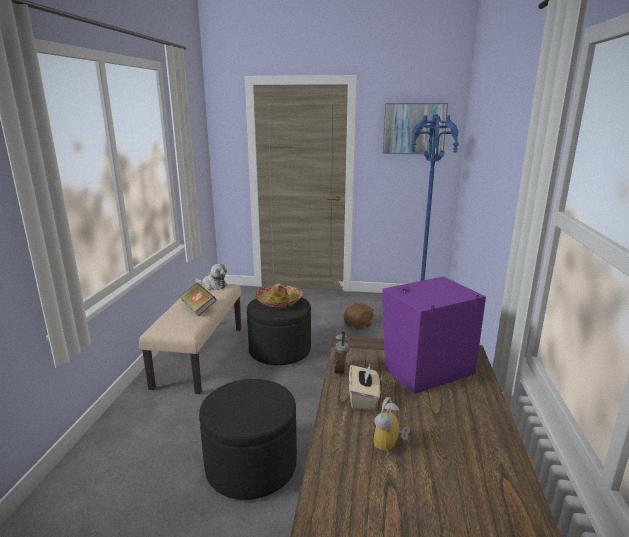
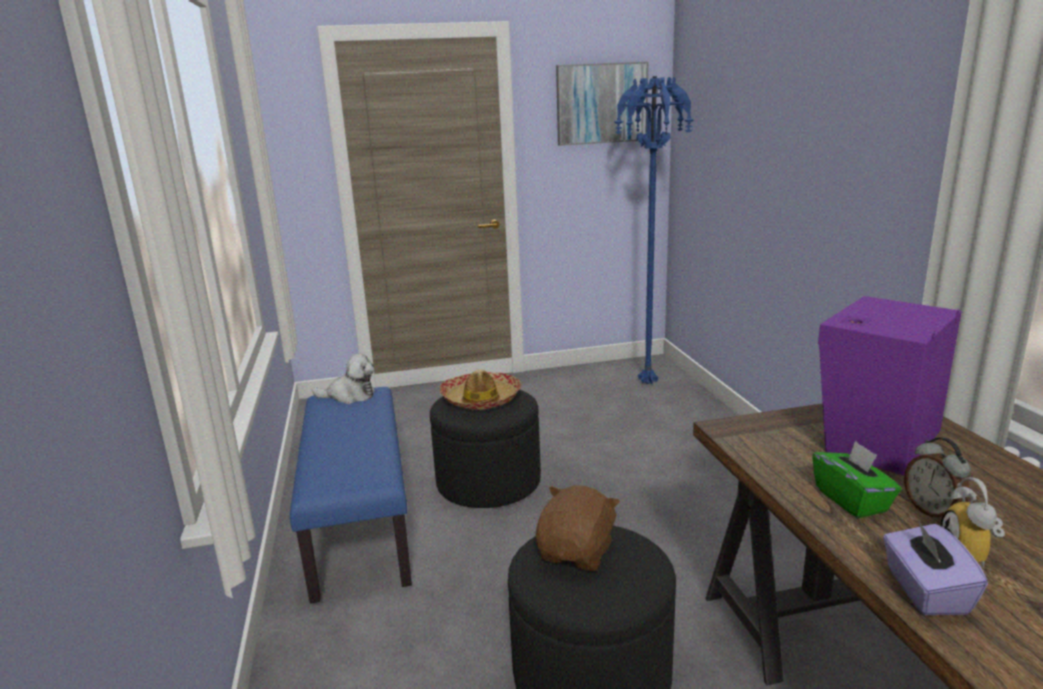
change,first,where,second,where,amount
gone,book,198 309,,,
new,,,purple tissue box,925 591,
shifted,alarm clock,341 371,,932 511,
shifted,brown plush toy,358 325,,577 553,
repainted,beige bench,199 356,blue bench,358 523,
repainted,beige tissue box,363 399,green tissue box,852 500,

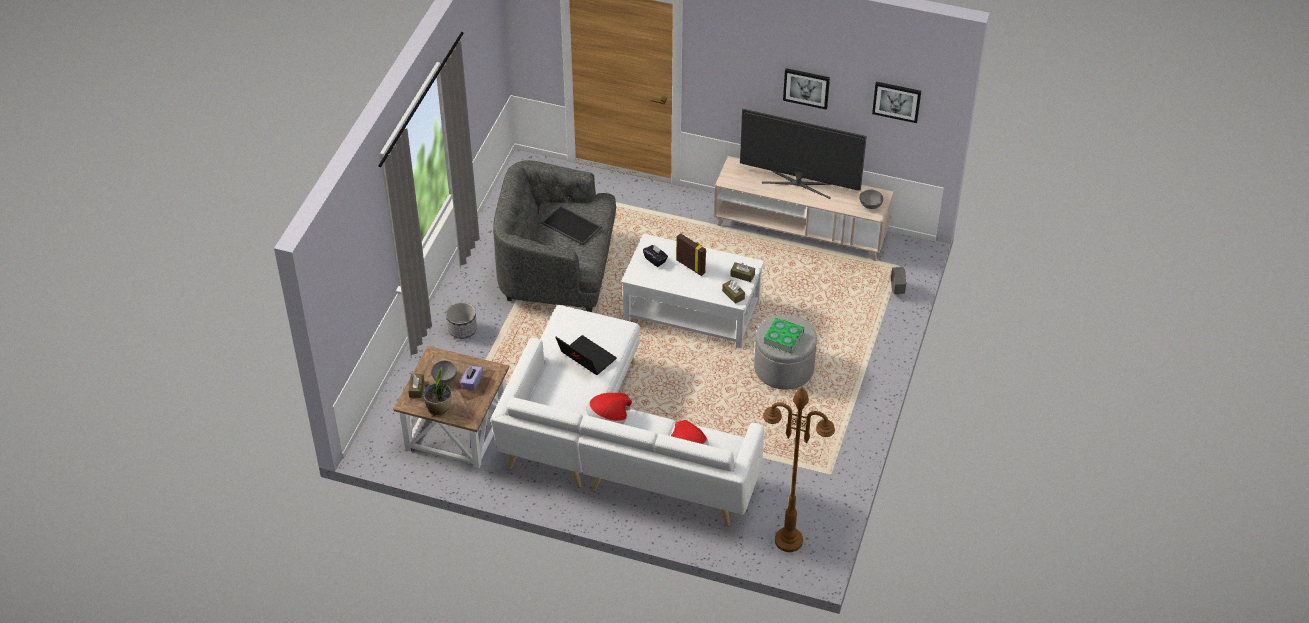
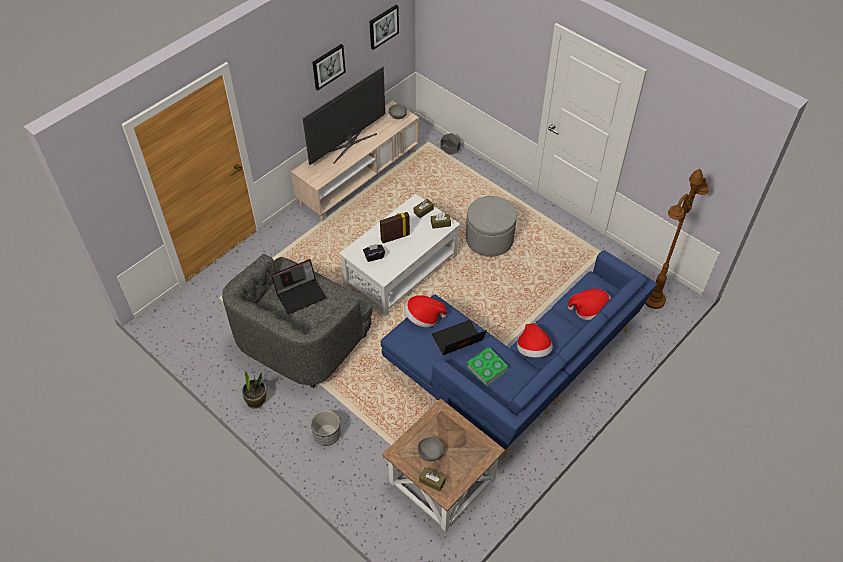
change,first,where,second,where,amount
gone,purple tissue box,472 382,,,
new,,,hat,423 318,
shifted,potted plant,439 408,,256 400,
shifted,book,783 338,,487 368,
swapped,tray,572 225,laptop,301 294,
repainted,white sofa,612 447,blue sofa,515 373,

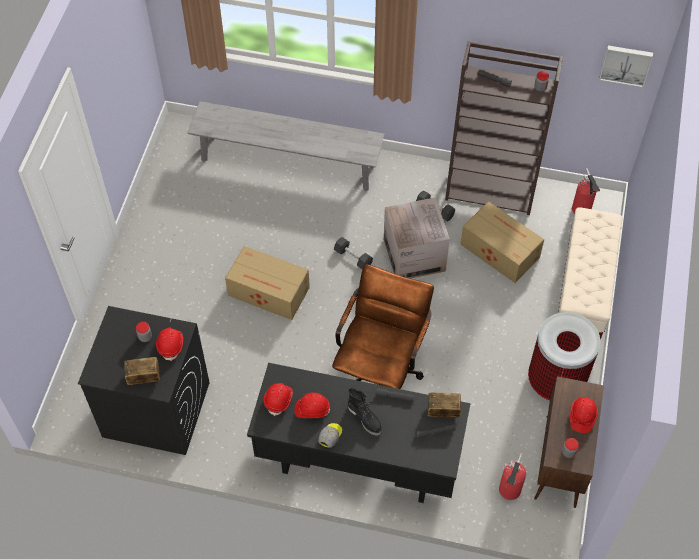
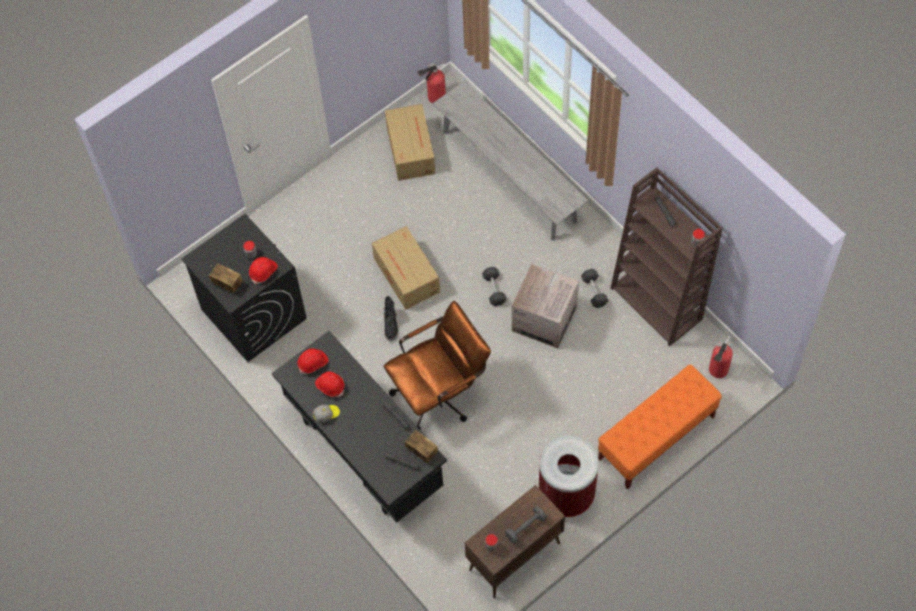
change,first,where,second,where,amount
gone,picture,626 64,,,
shifted,black boot,365 418,,391 325,
shifted,cardboard box,499 250,,411 149,
shifted,fire extinguisher,508 491,,434 97,
swapped,red hard hat,582 417,grey dumbbell,525 527,
repainted,beige bench,583 290,orange bench,656 438,

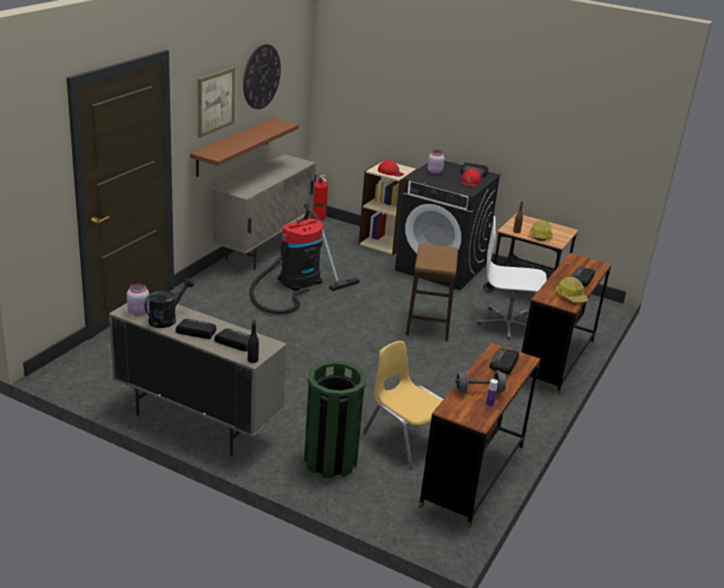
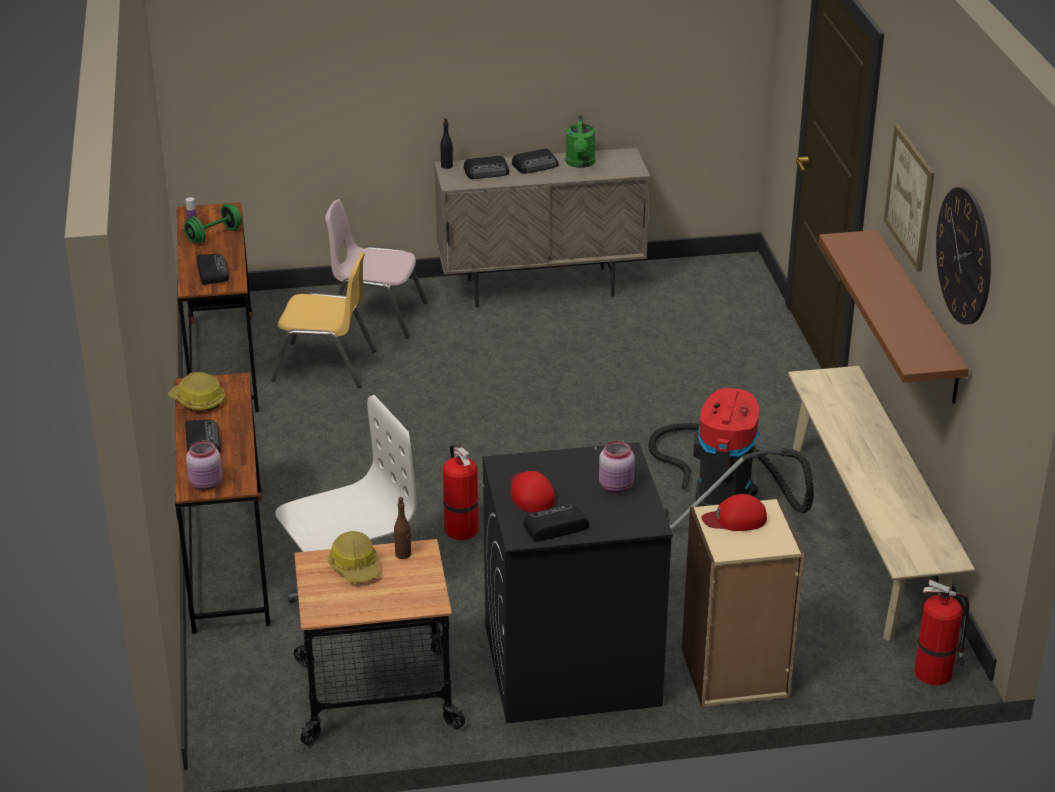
change,first,where,second,where,amount
shifted,pink jar,138 312,,207 484,
swapped,beige cabinet,264 250,beige bench,866 535,
swapped,green trash can,330 460,pink chair,376 315,
swapped,stool,428 324,fire extinguisher,460 528,
repainted,black watering can,166 319,green watering can,580 163,
repainted,grey dumbbell,479 391,green dumbbell,214 235,

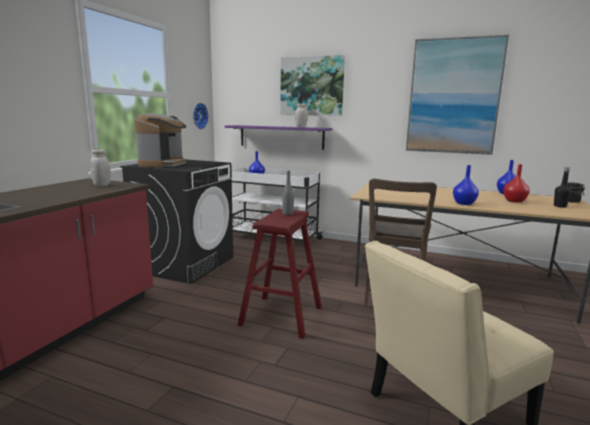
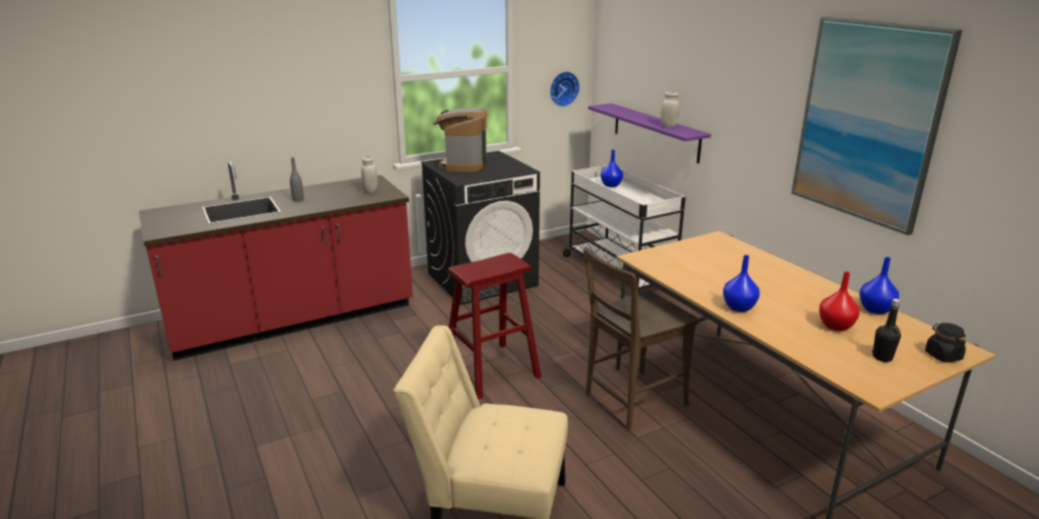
change,first,where,second,where,amount
gone,picture,311 86,,,
shifted,grey bottle,287 214,,298 200,
rotated,coffee machine,163 164,,463 165,135 degrees clockwise

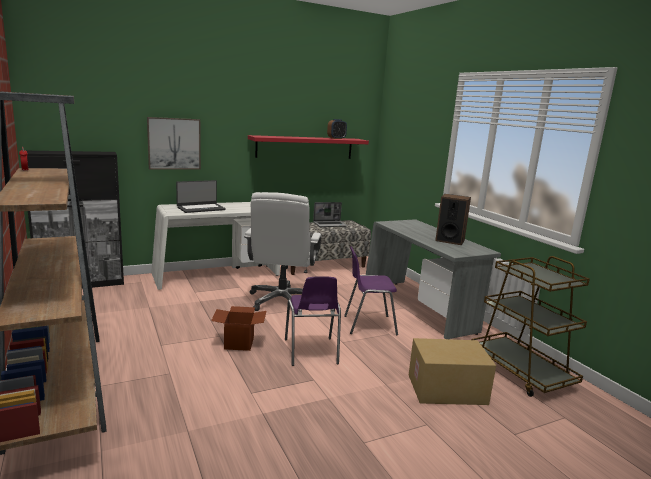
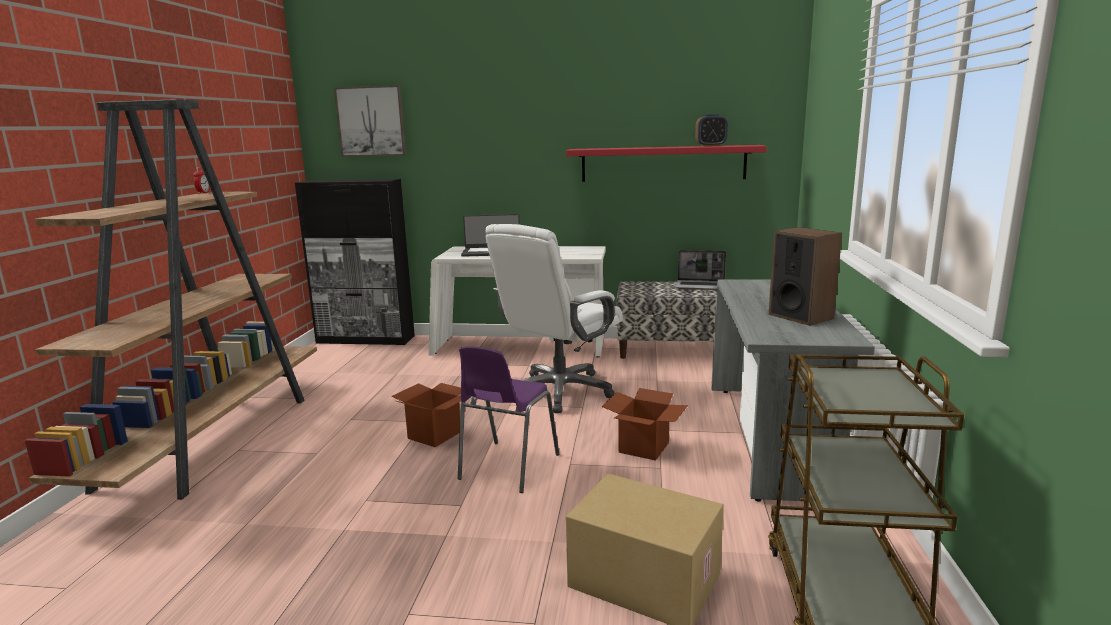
change,first,where,second,where,amount
shifted,picture,174 143,,371 121,
swapped,purple chair,368 325,cardboard box,643 447,

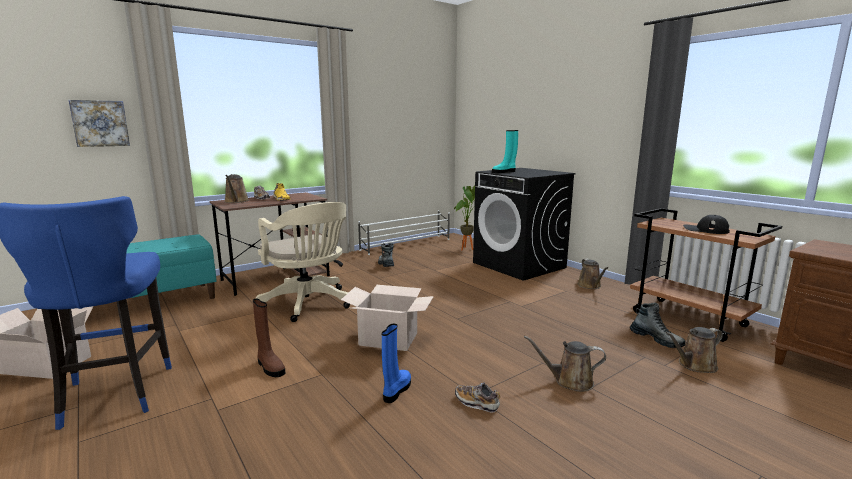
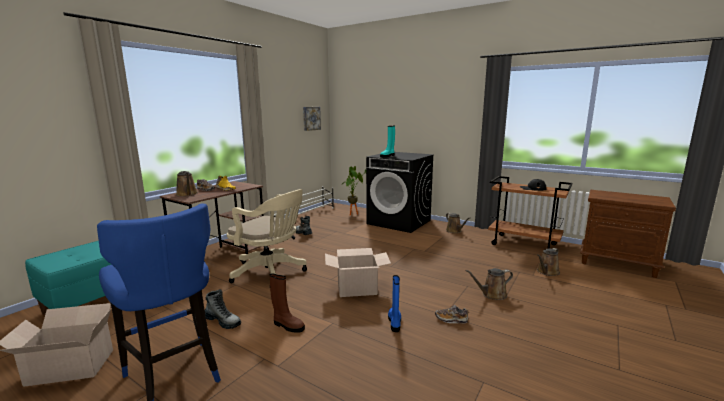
change,first,where,second,where,amount
shifted,picture,100 123,,311 118,
shifted,boot,656 339,,223 321,

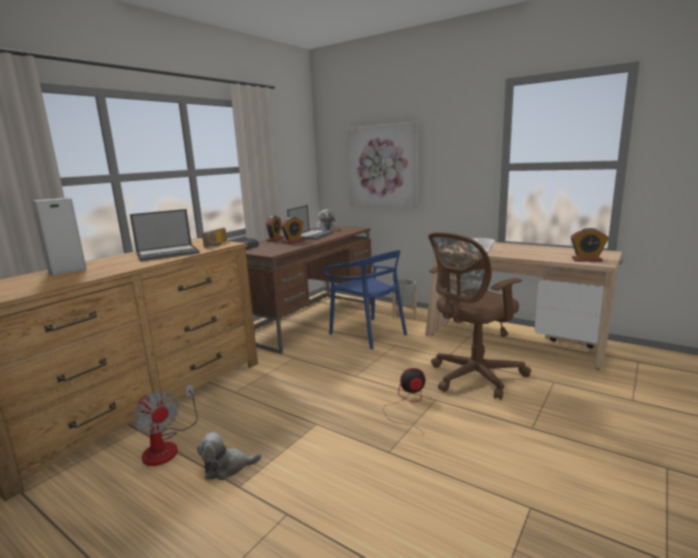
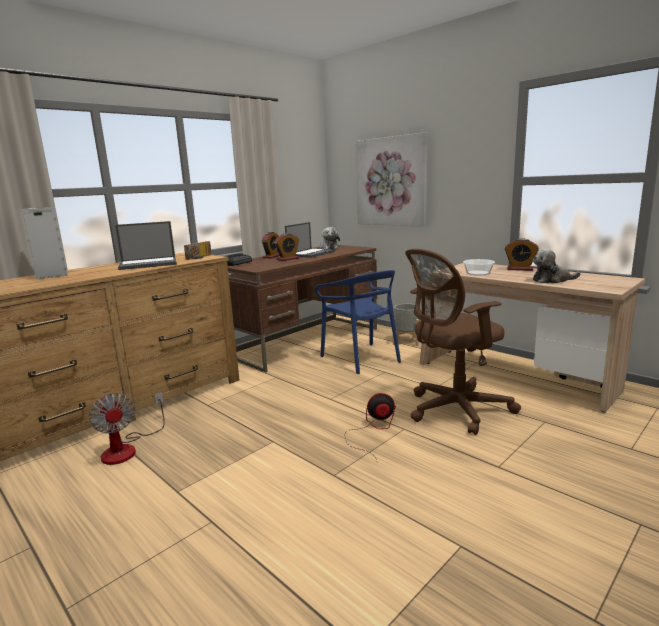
change,first,where,second,where,amount
shifted,plush toy,227 467,,552 280,
shifted,alarm clock,586 260,,520 269,

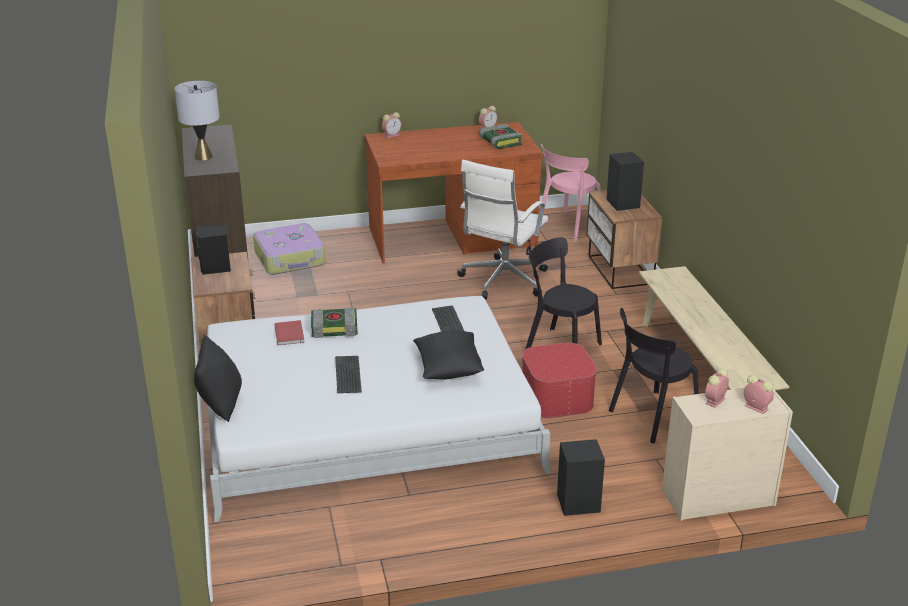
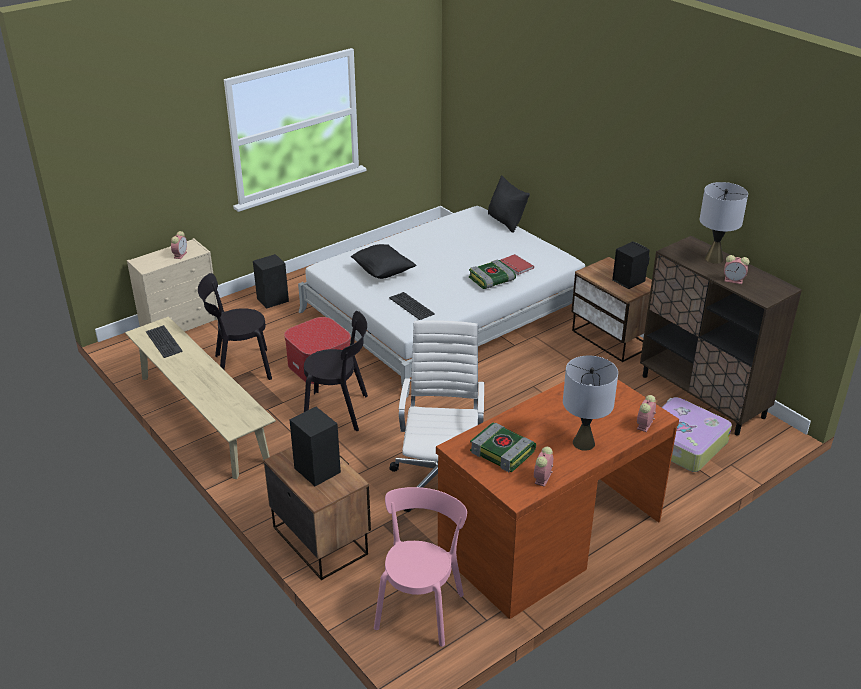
change,first,where,second,where,amount
new,,,grey table lamp,583 443,
shifted,keyboard,348 375,,163 342,
shifted,alarm clock,755 407,,734 280,
rotated,black chair,650 418,,239 367,135 degrees counterclockwise

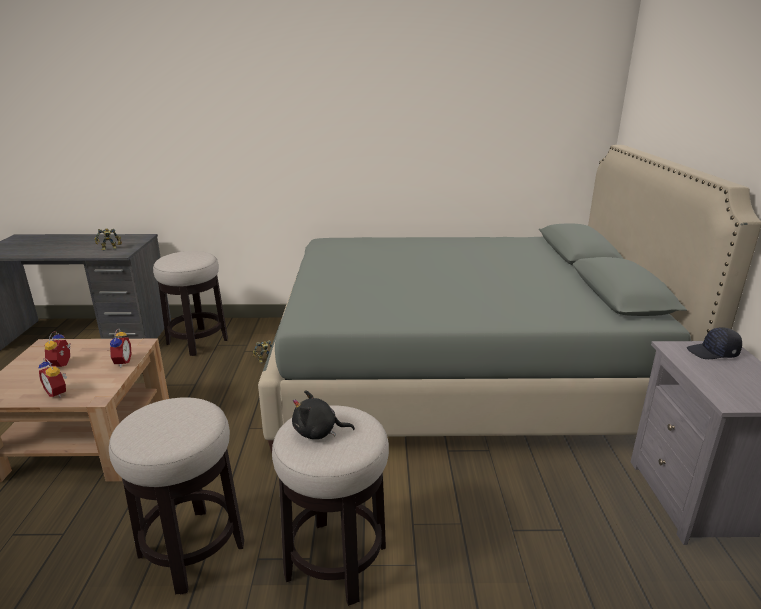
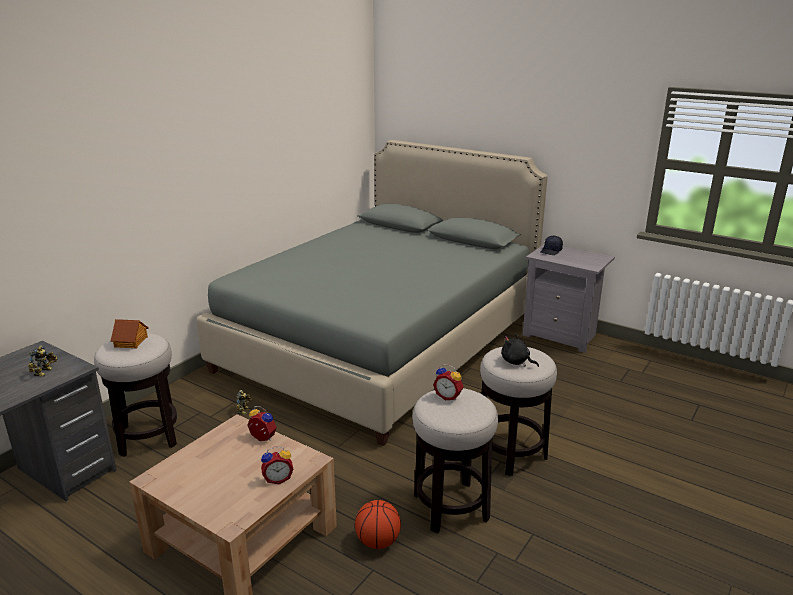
change,first,where,second,where,amount
new,,,toy house,131 342,
new,,,basketball,378 542,
shifted,alarm clock,63 365,,448 396,
rotated,black plush toy,318 432,,516 362,90 degrees clockwise

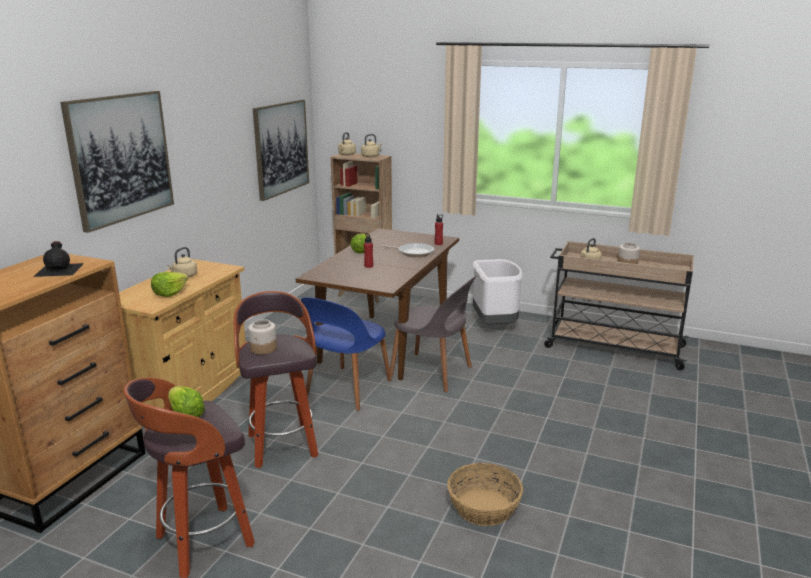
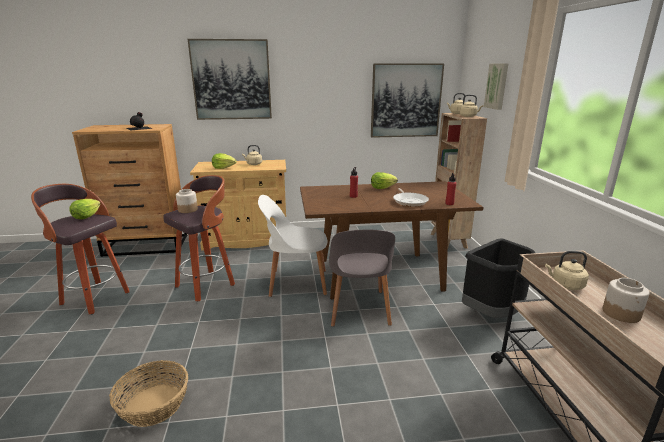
change,first,where,second,where,amount
new,,,picture,497 86,
repainted,blue chair,347 389,white chair,296 282,
repainted,white trash can,494 325,black trash can,493 314,

